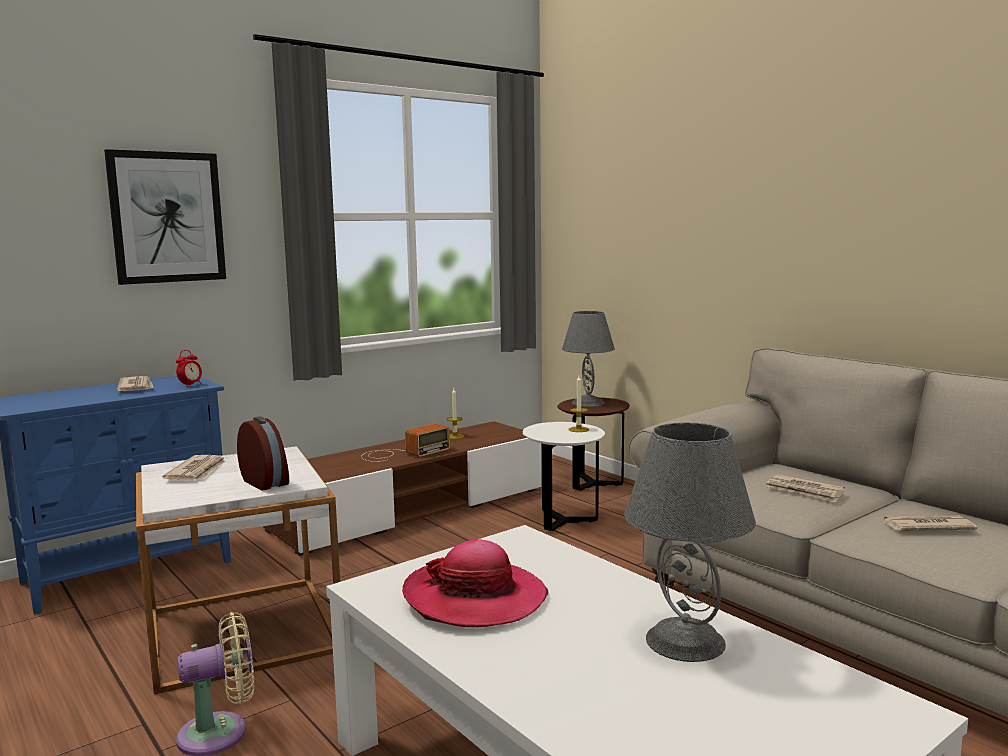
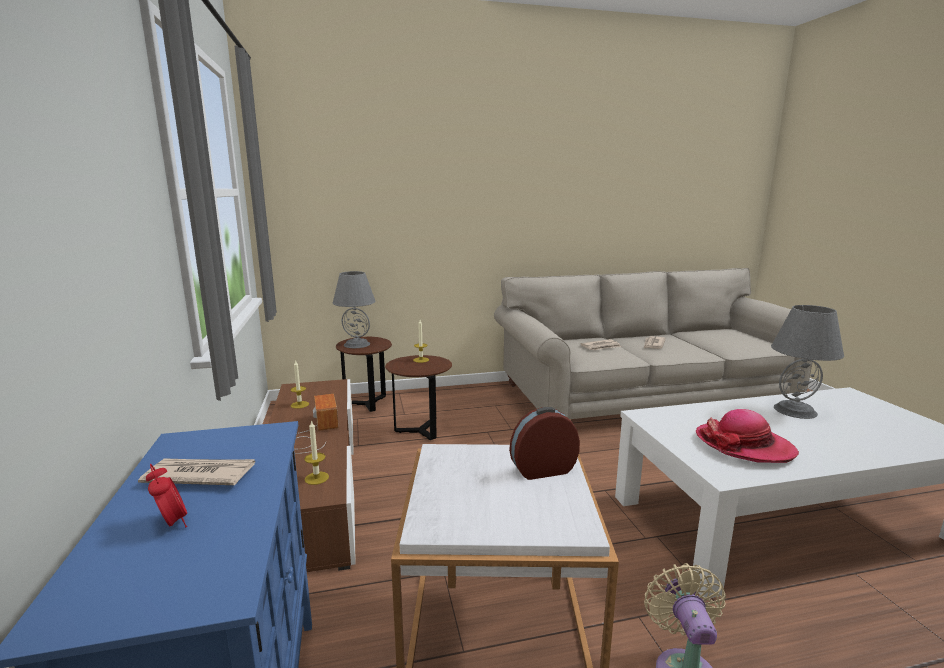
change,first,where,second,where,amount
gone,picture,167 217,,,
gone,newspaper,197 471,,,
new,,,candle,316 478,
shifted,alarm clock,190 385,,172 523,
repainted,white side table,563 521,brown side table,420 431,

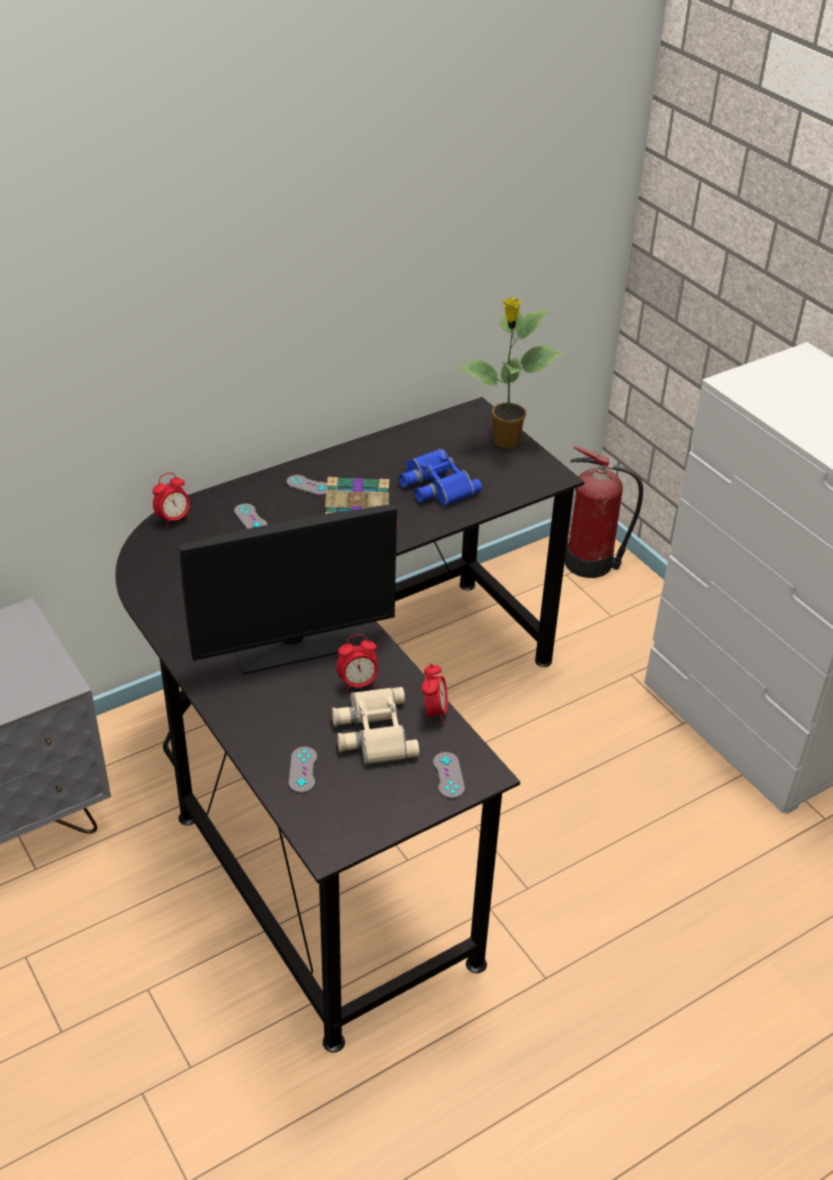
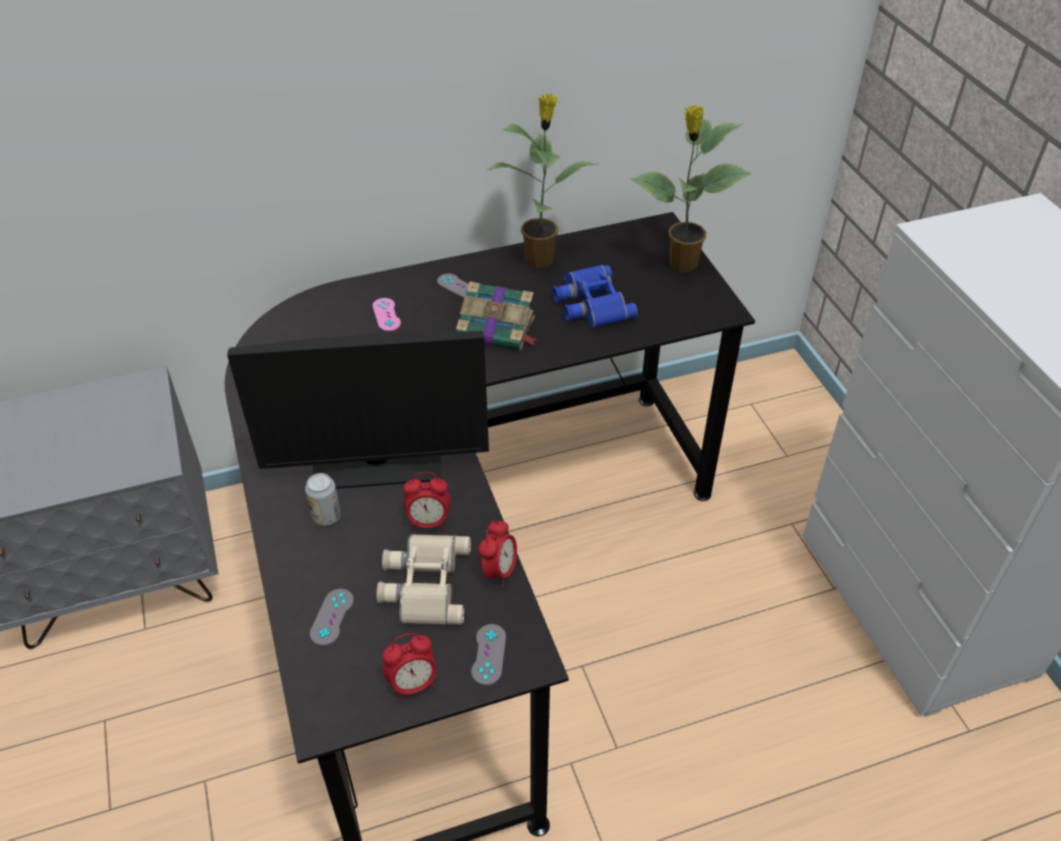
change,first,where,second,where,amount
gone,fire extinguisher,591 563,,,
new,,,can,326 516,
new,,,potted plant,540 258,
shifted,alarm clock,173 519,,413 684,
repainted,grey game controller,250 518,pink game controller,386 315,

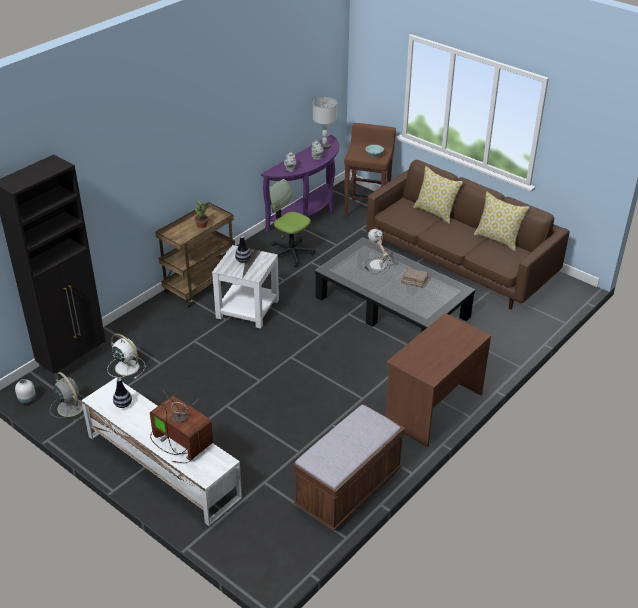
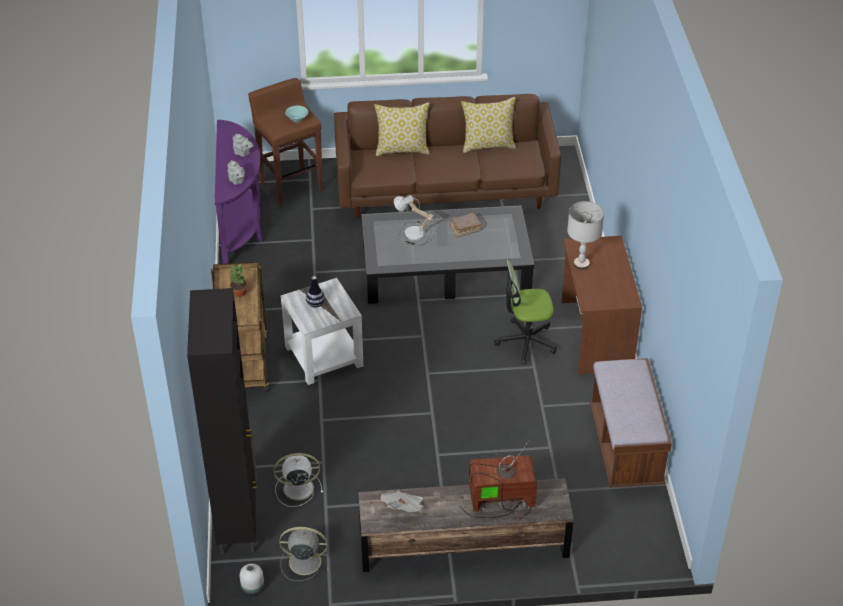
change,first,where,second,where,amount
shifted,office chair,290 253,,526 342,
shifted,grey table lamp,324 146,,581 264,
swapped,vase,123 404,newspaper,404 508,
repainted,white tv stand,162 465,brown tv stand,462 543,

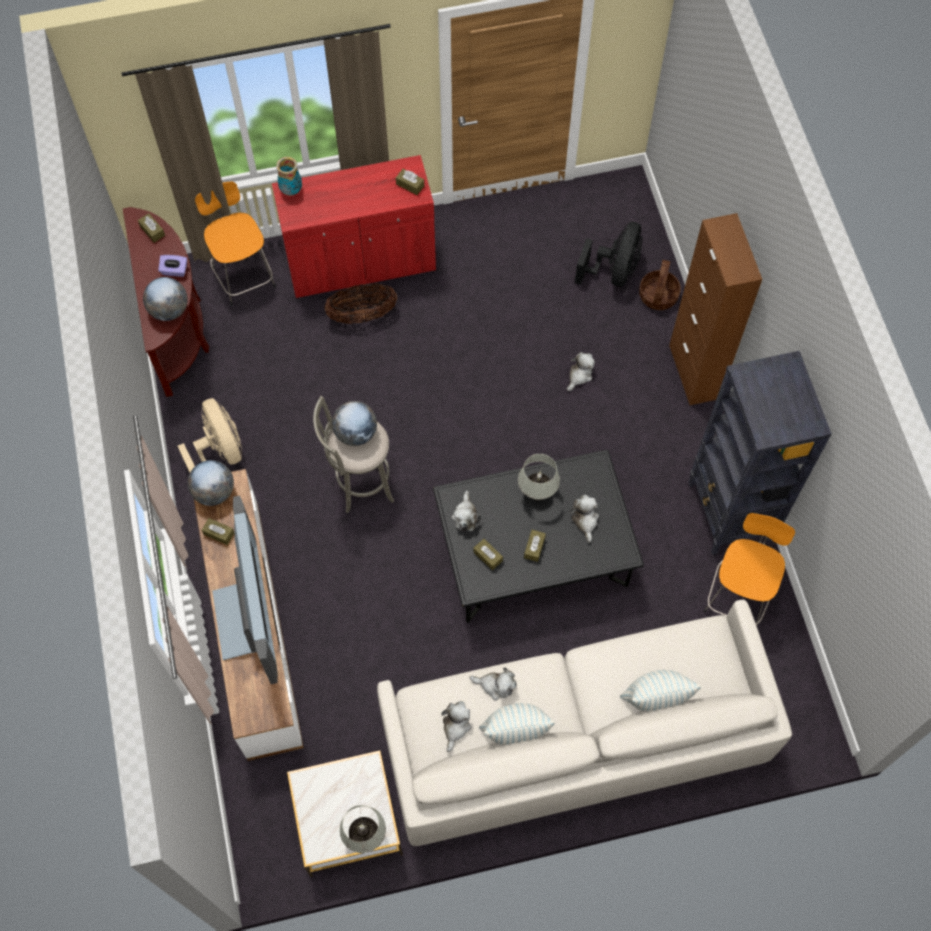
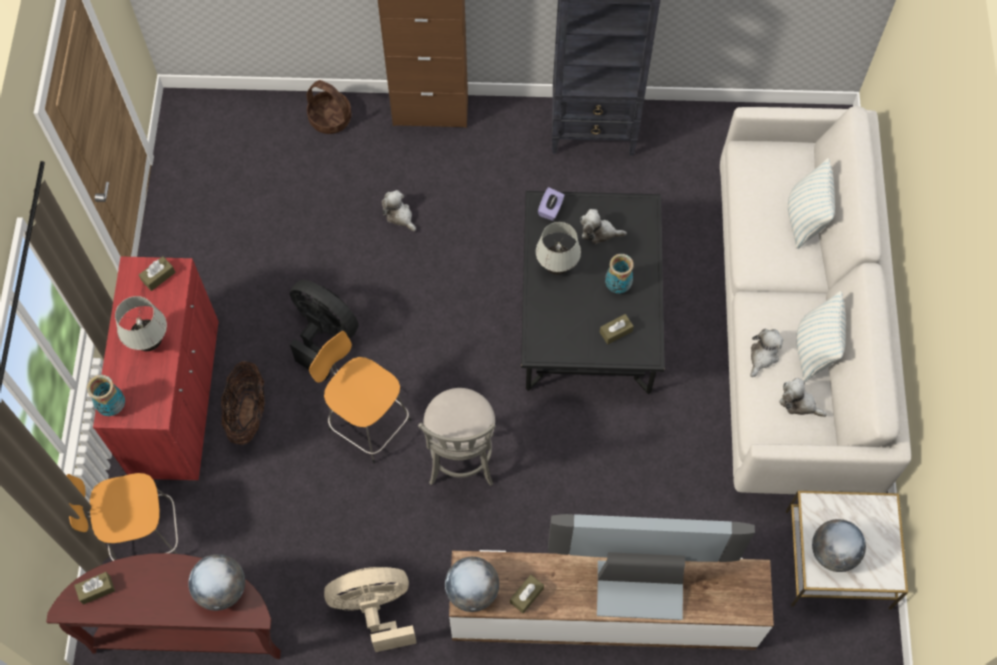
change,first,where,second,where,amount
gone,plush toy,465 516,,,
shifted,purple tissue box,174 271,,550 209,
shifted,globe,356 433,,833 552,
shifted,white table lamp,365 835,,150 343,
shifted,black fan,614 272,,324 335,
shifted,orange stool,738 595,,367 422,
swapped,brown tissue box,534 547,vase,617 286,

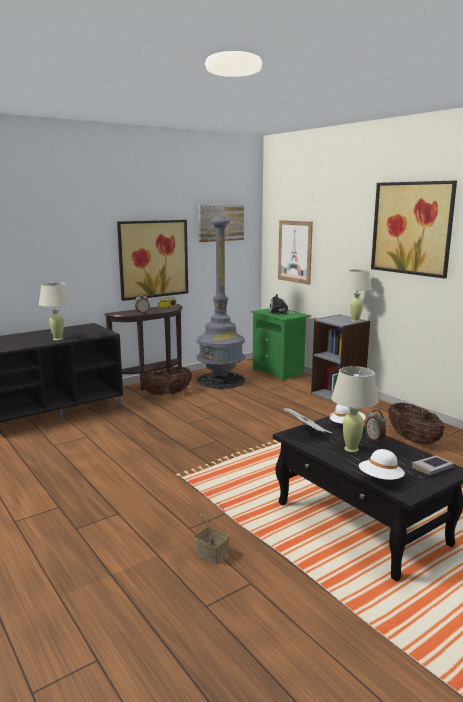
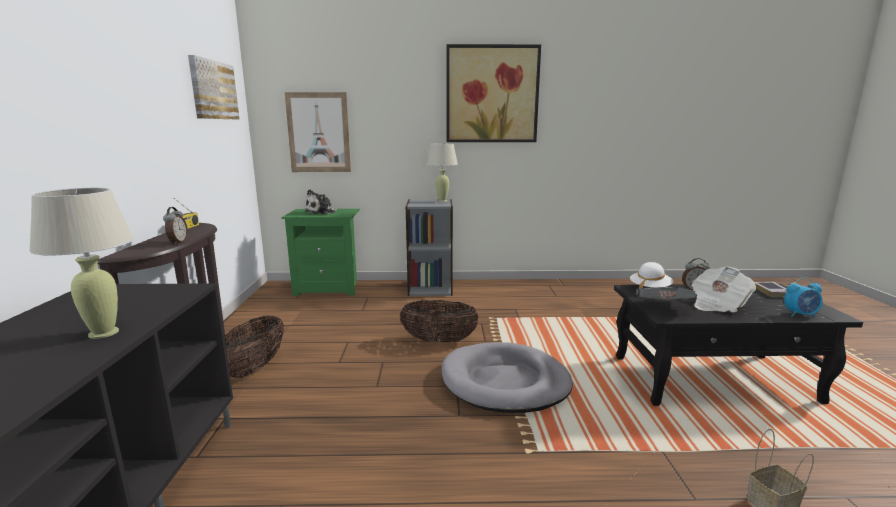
change,first,where,second,where,amount
gone,picture,153 259,,,
gone,grey floor lamp,221 380,,,
new,,,grey dog bed,505 382,
shifted,basket,413 440,,439 340,
swapped,beige table lamp,351 449,newspaper,717 304,
swapped,white hat,380 479,alarm clock,800 315,

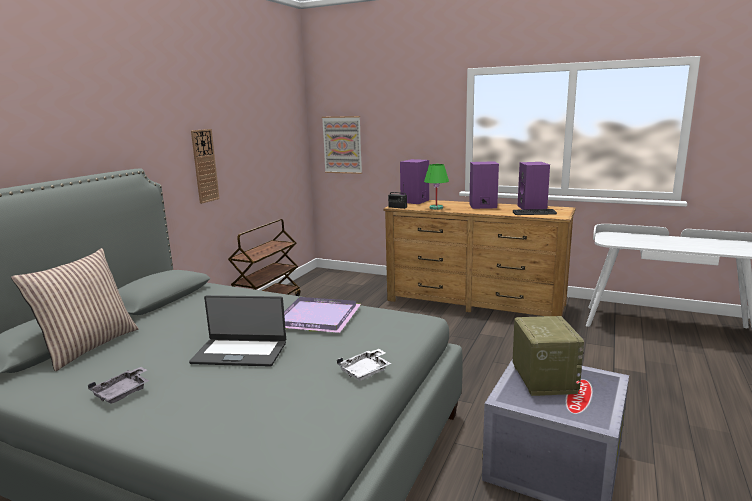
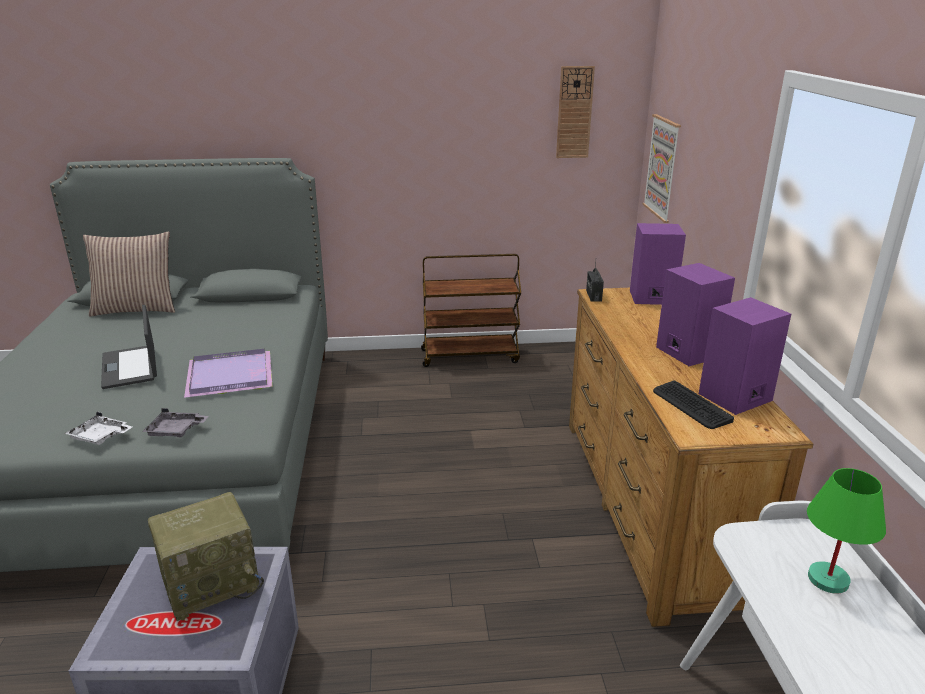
change,first,where,second,where,amount
shifted,grey tray,123 392,,176 431,
shifted,wall clock,204 166,,574 112,
shifted,green table lamp,436 208,,827 579,

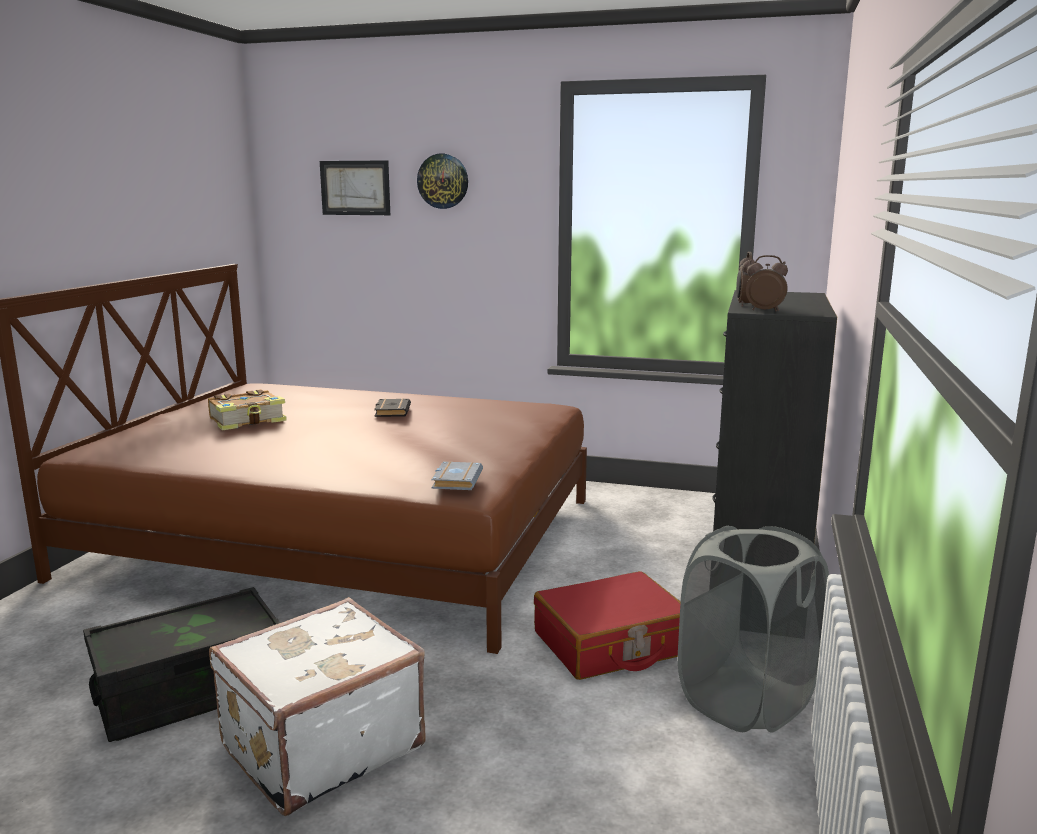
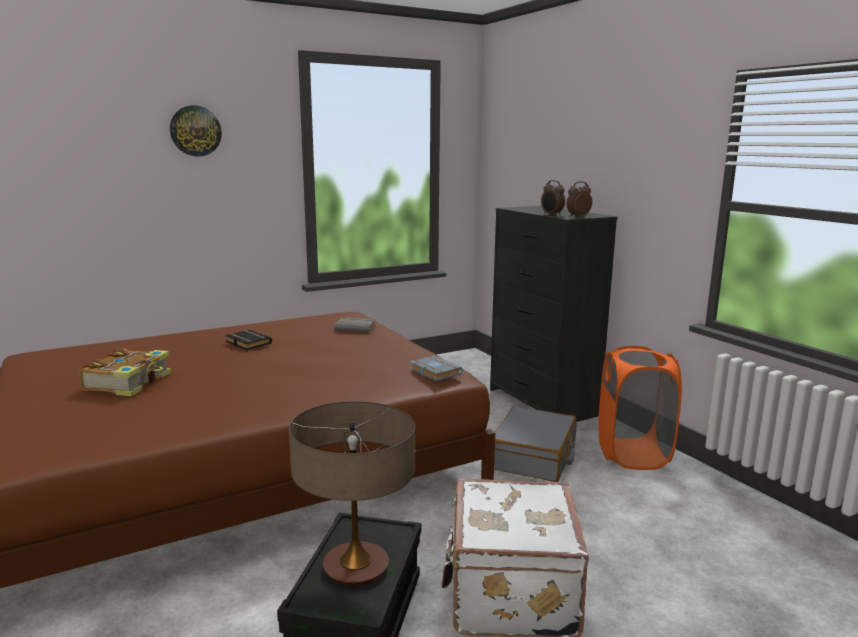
change,first,where,second,where,amount
gone,picture,355 188,,,
new,,,table lamp,355 568,
new,,,grey book,356 327,
repainted,red suitcase,611 644,grey suitcase,533 457,
repainted,grey laundry basket,746 700,orange laundry basket,633 454,

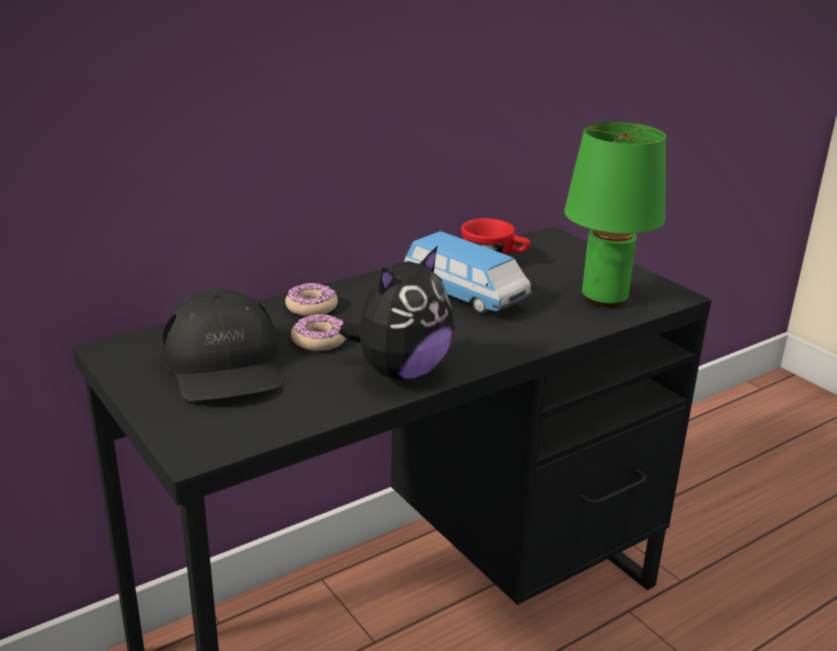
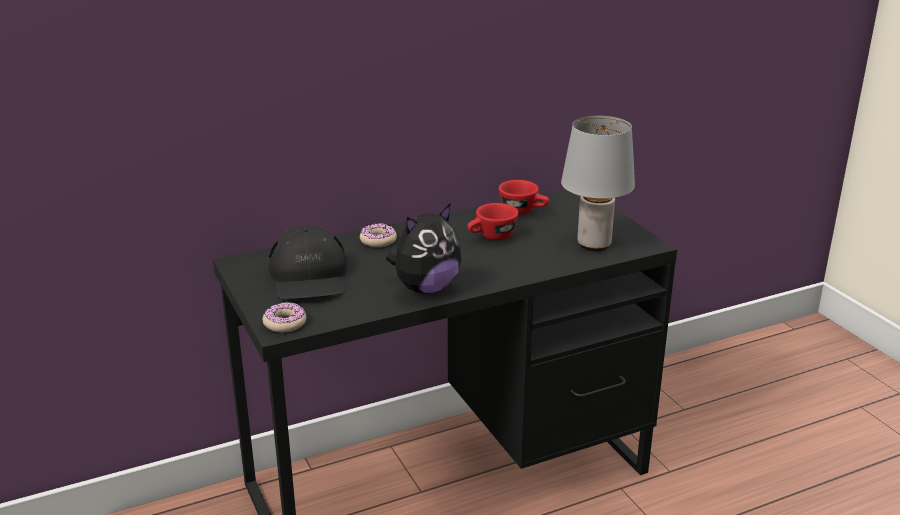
change,first,where,second,where,amount
shifted,donut,319 340,,285 323,
swapped,toy car,465 295,red cup,491 237,
repainted,green table lamp,605 299,grey table lamp,594 245,

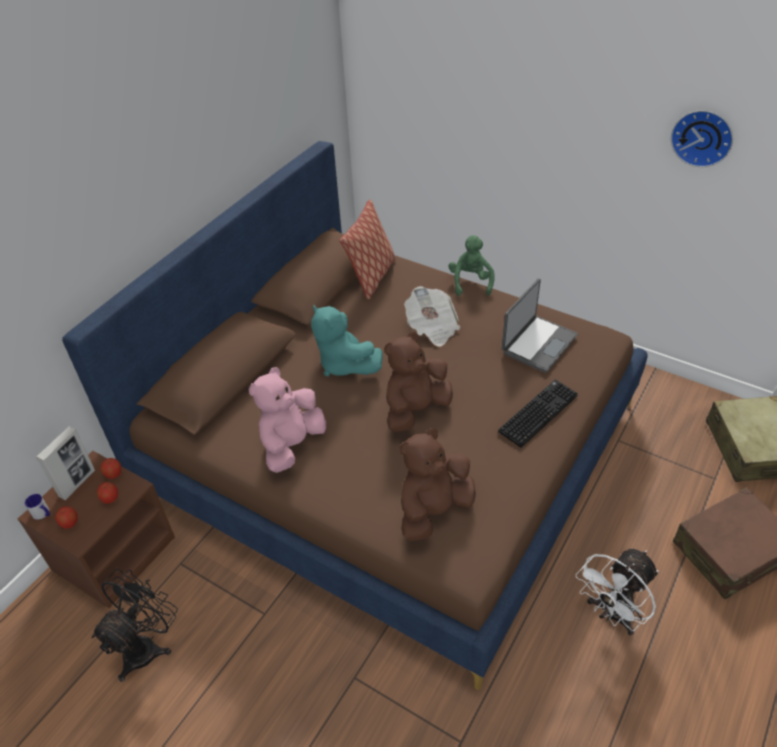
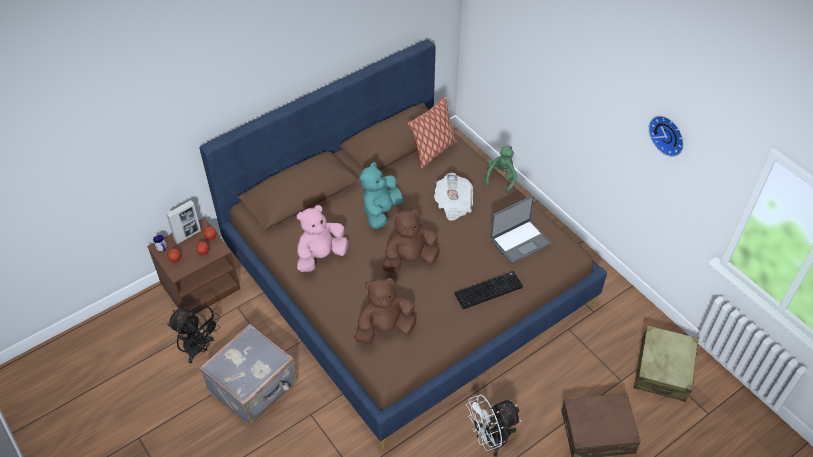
change,first,where,second,where,amount
new,,,grey suitcase,254 388,
rotated,black fan,147 645,,199 349,75 degrees clockwise
rotated,turquoise plush toy,344 364,,380 212,45 degrees clockwise

